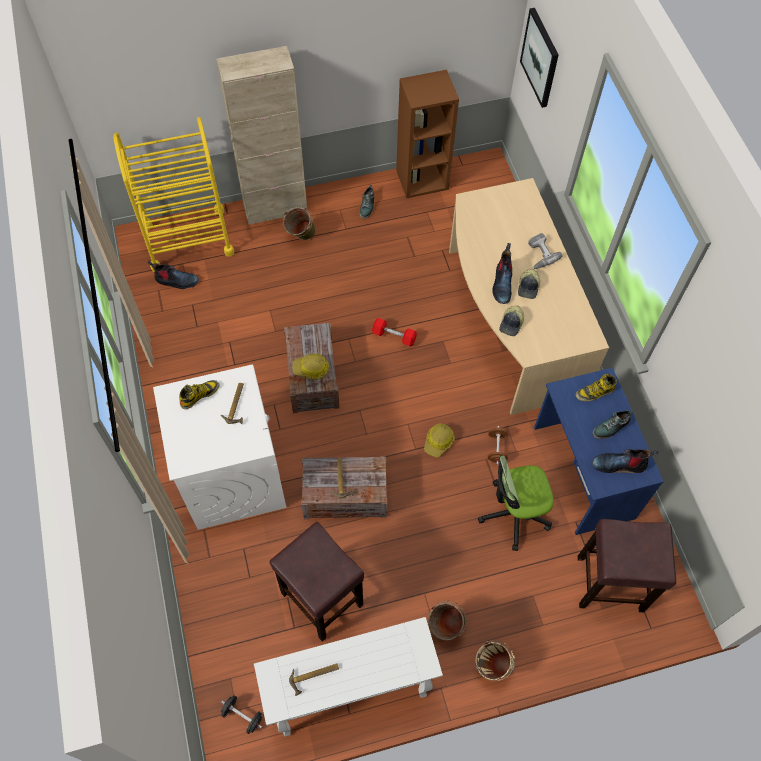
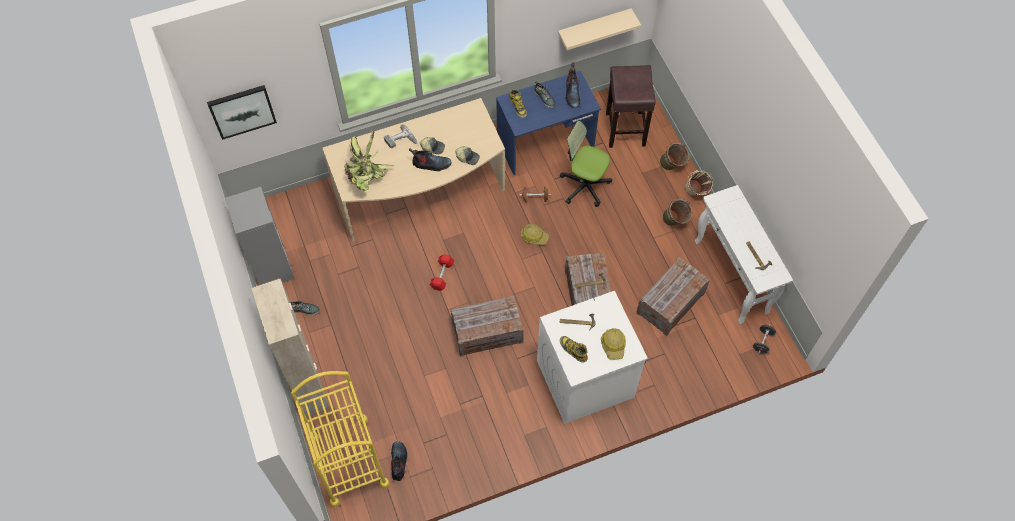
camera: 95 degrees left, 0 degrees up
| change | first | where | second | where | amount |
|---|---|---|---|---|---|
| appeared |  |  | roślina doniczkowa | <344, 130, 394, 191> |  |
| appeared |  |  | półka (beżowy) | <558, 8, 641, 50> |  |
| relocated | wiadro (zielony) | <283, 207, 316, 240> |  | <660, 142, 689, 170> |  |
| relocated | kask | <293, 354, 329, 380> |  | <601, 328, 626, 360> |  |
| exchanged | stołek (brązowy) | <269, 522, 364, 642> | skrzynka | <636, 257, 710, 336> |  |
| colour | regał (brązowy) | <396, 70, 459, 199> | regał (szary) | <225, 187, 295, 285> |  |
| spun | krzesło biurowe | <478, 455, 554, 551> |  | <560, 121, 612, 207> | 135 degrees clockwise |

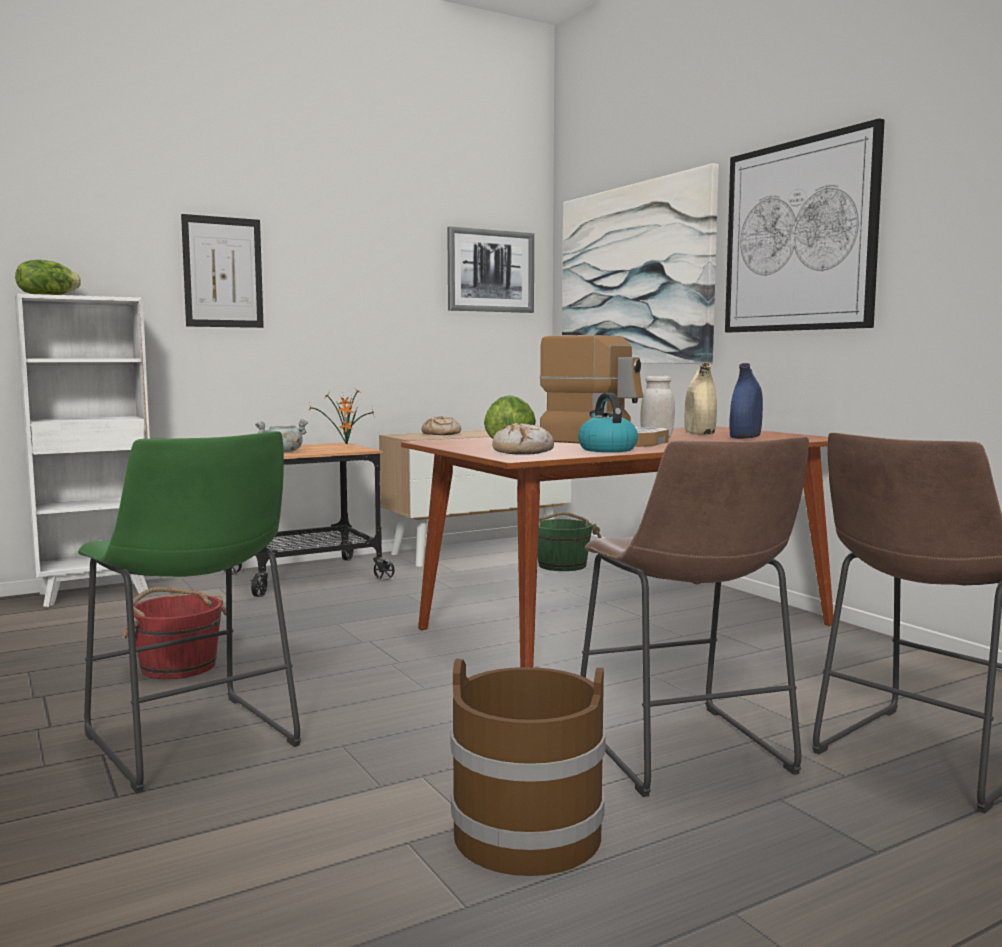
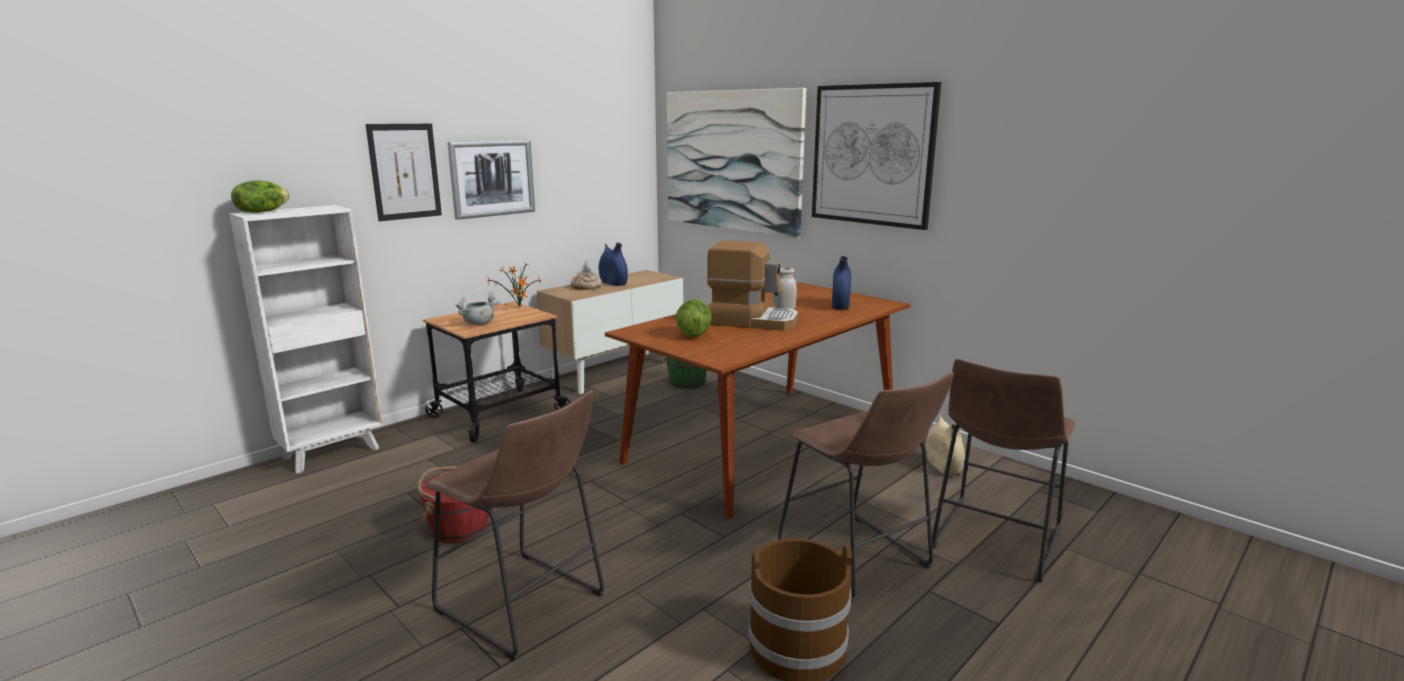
camera: 15 degrees left, 10 degrees up
| change | first | where | second | where | amount |
|---|---|---|---|---|---|
| missing | chleb | <492, 423, 554, 454> |  |  |  |
| missing | czajnik | <578, 393, 638, 452> |  |  |  |
| appeared |  |  | wazon (niebieski) | <599, 243, 628, 286> |  |
| relocated | obraz | <447, 226, 534, 313> |  | <447, 140, 535, 220> |  |
| relocated | wazon (beżowy) | <684, 363, 717, 435> |  | <926, 414, 965, 476> |  |
| colour | stołek (zielony) | <78, 431, 301, 794> | stołek (brązowy) | <426, 390, 604, 661> |  |

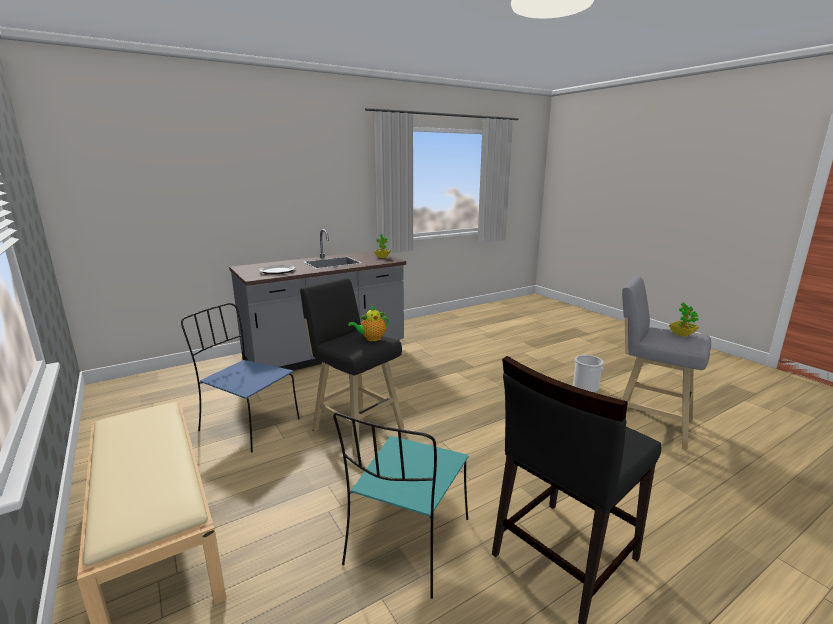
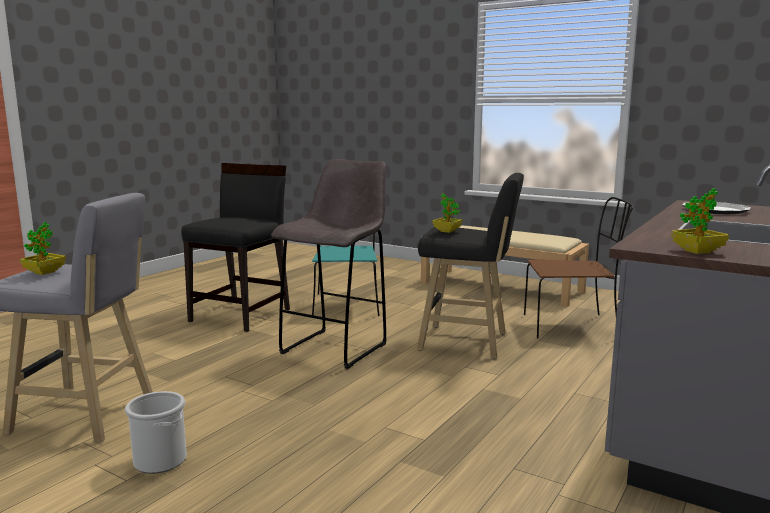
camera: 155 degrees right, 5 degrees down
| change | first | where | second | where | amount |
|---|---|---|---|---|---|
| appeared |  |  | stołek (szary) | <271, 159, 387, 369> |  |
| exchanged | imbryk | <348, 305, 389, 341> | roślina doniczkowa | <432, 193, 463, 233> |  |
| colour | krzesło (niebieski) | <181, 303, 300, 453> | krzesło (brązowy) | <524, 197, 634, 338> |  |

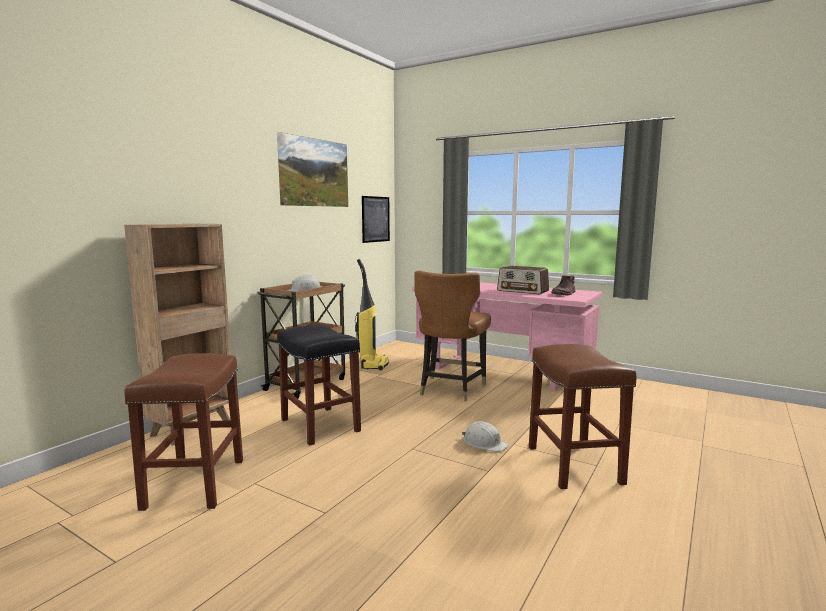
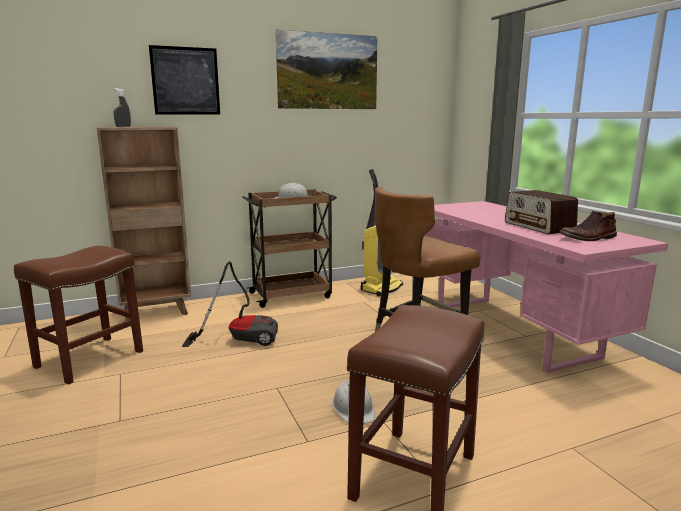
camera: 35 degrees right, 5 degrees up
| change | first | where | second | where | amount |
|---|---|---|---|---|---|
| appeared |  |  | spryskiwacz (szary) | <113, 88, 131, 127> |  |
| relocated | obraz | <362, 196, 390, 243> |  | <149, 45, 220, 115> |  |
| exchanged | stołek (czarny) | <277, 325, 361, 446> | odkurzacz | <182, 261, 278, 347> |  |

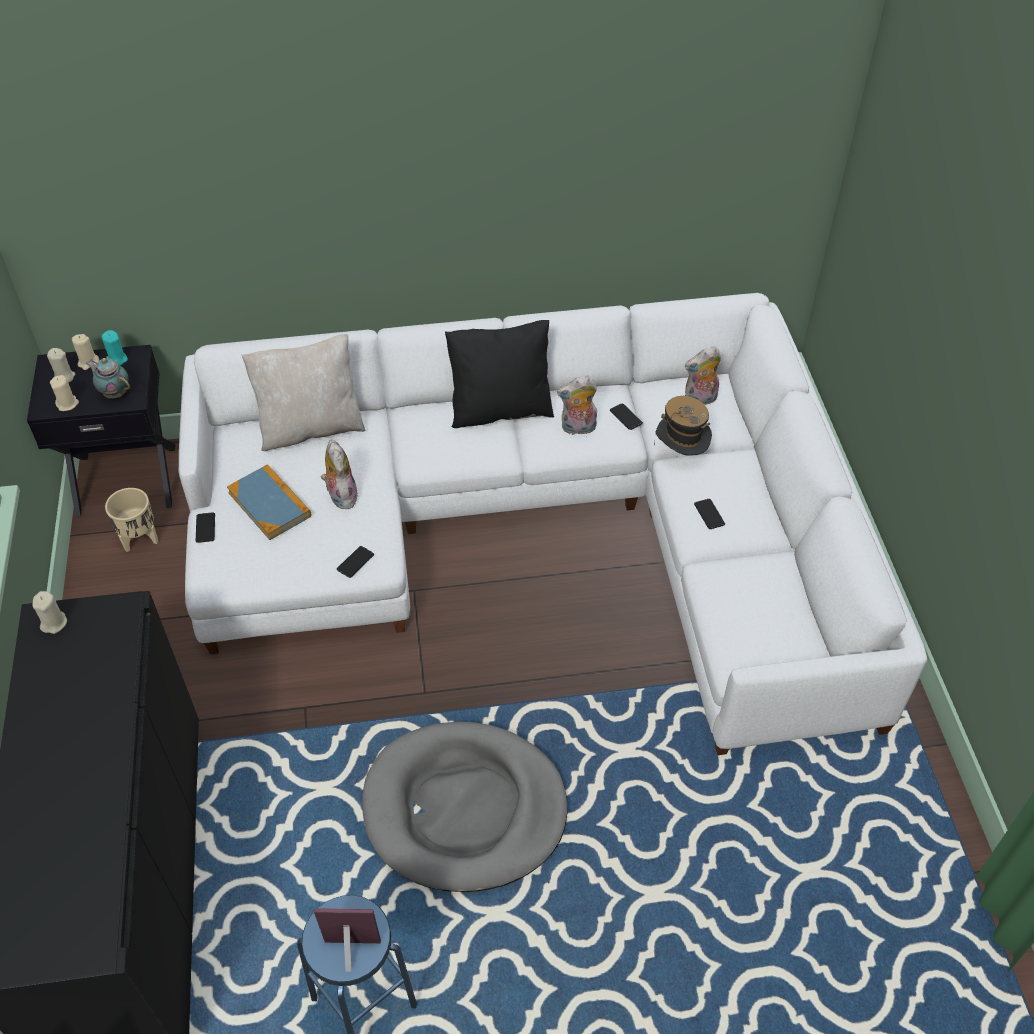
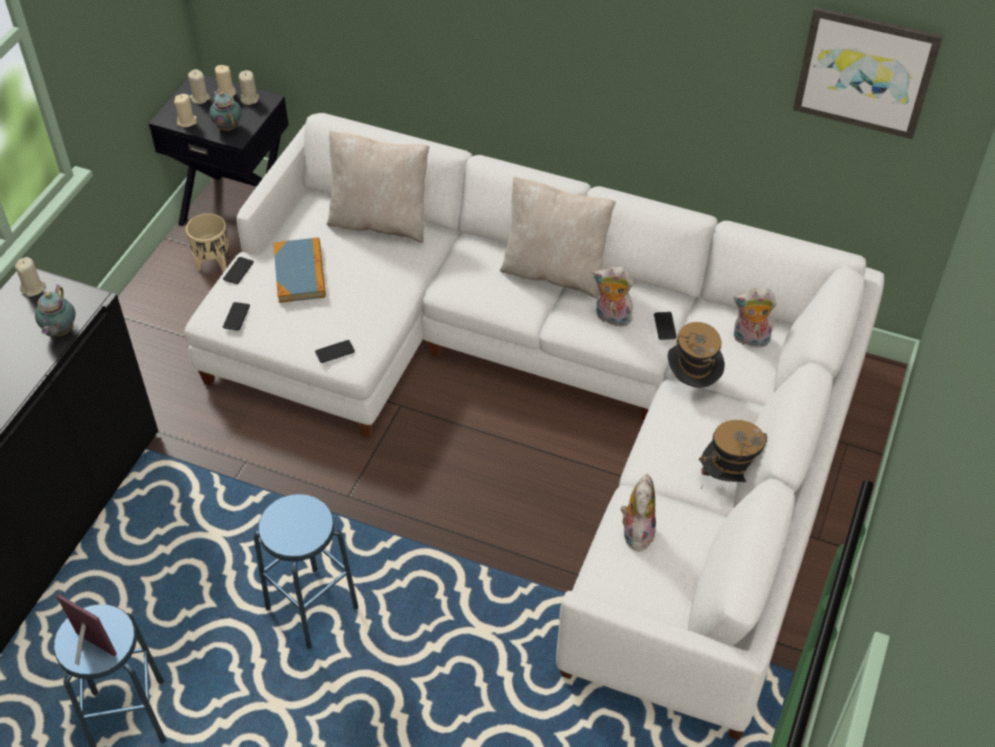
camera: 30 degrees right, 0 degrees up
| change | first | where | second | where | amount |
|---|---|---|---|---|---|
| appeared |  |  | imbryk | <35, 284, 76, 337> |  |
| appeared |  |  | kapelusz | <699, 420, 768, 490> |  |
| appeared |  |  | obraz | <793, 7, 943, 139> |  |
| relocated | pluszak | <321, 440, 358, 509> |  | <621, 474, 656, 552> |  |
| relocated | telefon | <694, 499, 725, 529> |  | <223, 302, 250, 330> |  |
| exchanged | legowisko (szary) | <362, 721, 567, 892> | stołek (niebieski) | <254, 494, 358, 649> |  |
| colour | świeca (turkusowy) | <101, 330, 128, 366> | świeca (beżowy) | <239, 70, 259, 105> |  |
| colour | poduszka (czarny) | <445, 320, 554, 428> | poduszka (beżowy) | <500, 176, 616, 298> |  |

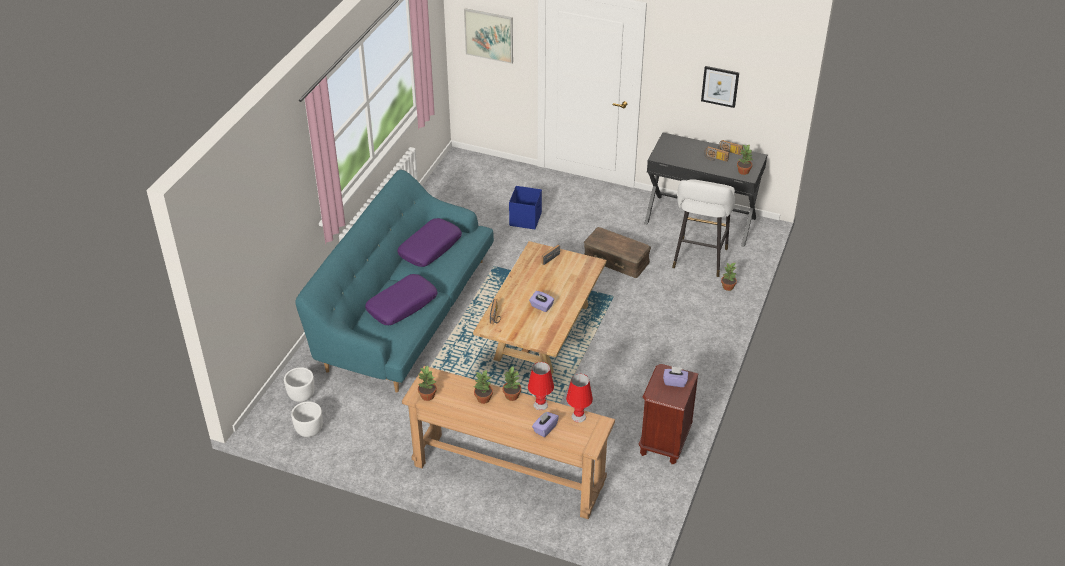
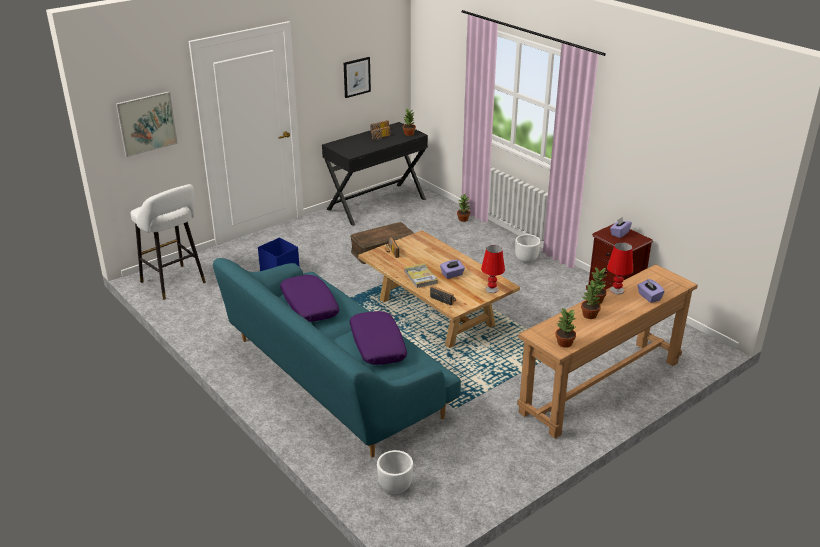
camera: 60 degrees left, 10 degrees down
| change | first | where | second | where | amount |
|---|---|---|---|---|---|
| appeared |  |  | książka | <404, 263, 438, 288> |  |
| relocated | donica (biały) | <291, 402, 323, 437> |  | <515, 234, 541, 264> |  |
| relocated | lampa stołowa (czerwony) | <566, 374, 593, 423> |  | <481, 245, 505, 293> |  |
| relocated | stołek (biały) | <672, 179, 735, 277> |  | <131, 184, 206, 300> |  |

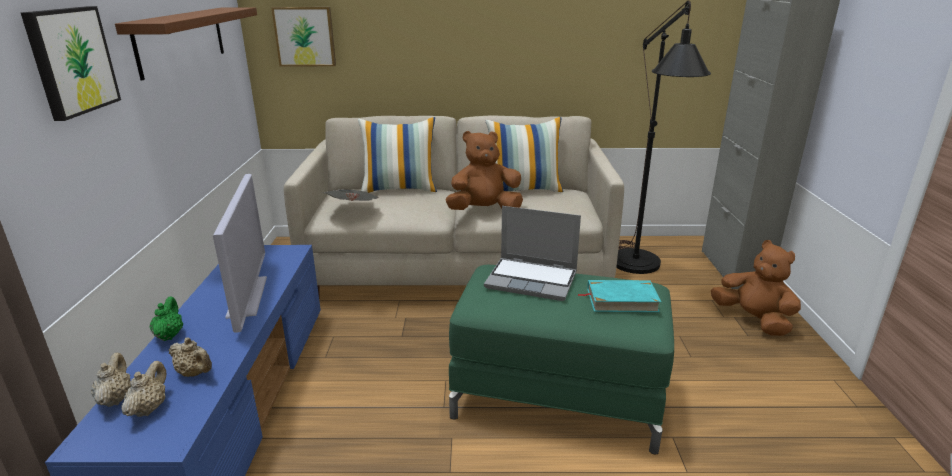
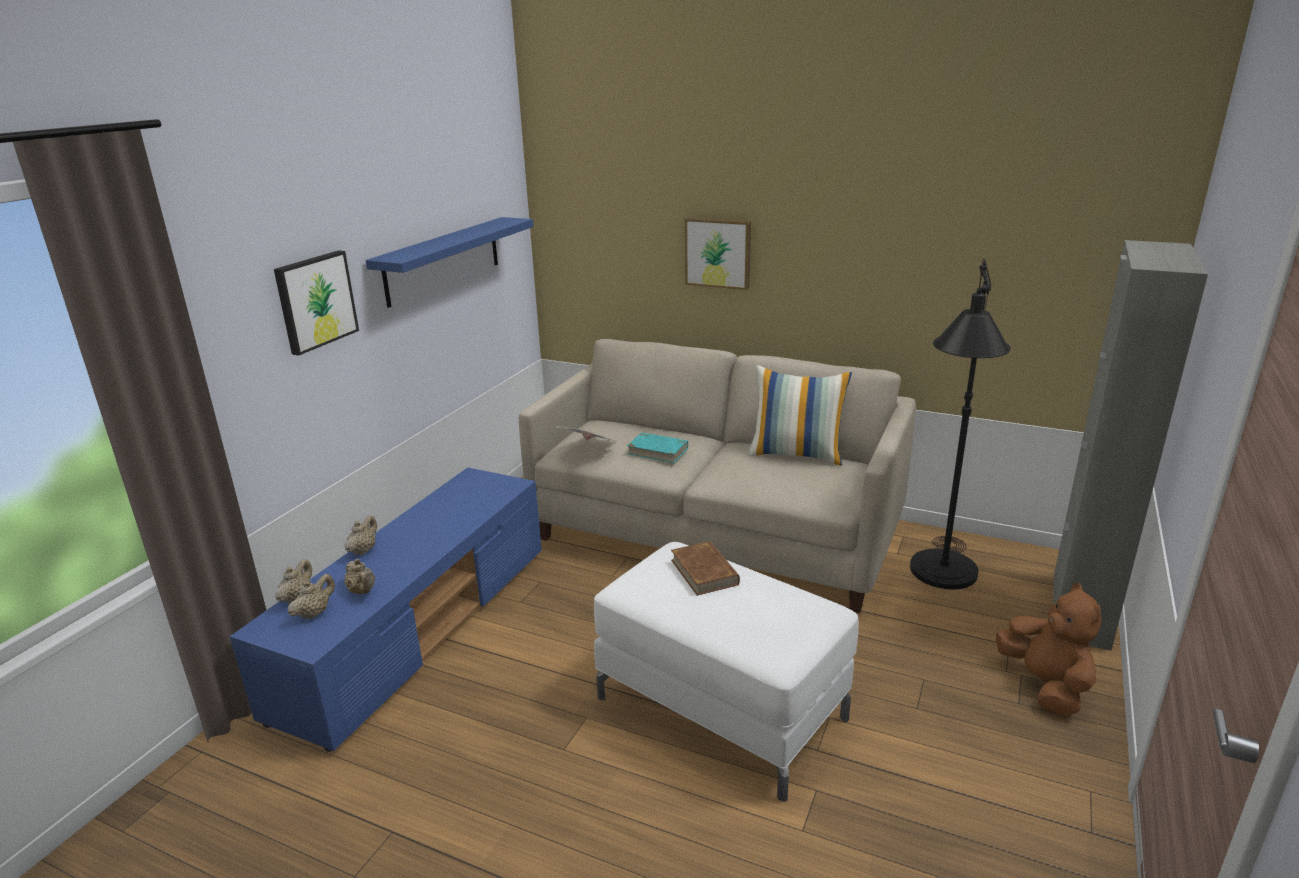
camera: 25 degrees right, 0 degrees up
| change | first | where | second | where | amount |
|---|---|---|---|---|---|
| missing | telewizor | <213, 174, 267, 333> |  |  |  |
| missing | poduszka | <358, 117, 437, 193> |  |  |  |
| missing | pluszak (brązowy) | <445, 131, 523, 210> |  |  |  |
| relocated | obraz | <271, 7, 336, 66> |  | <685, 218, 751, 290> |  |
| relocated | książka (turkusowy) | <577, 280, 661, 312> |  | <627, 432, 688, 463> |  |
| exchanged | laptop | <484, 206, 581, 301> | książka (brązowy) | <671, 541, 740, 596> |  |
| colour | półka (brązowy) | <115, 7, 257, 80> | półka (niebieski) | <366, 217, 534, 308> |  |
| colour | imbryk (zielony) | <150, 297, 183, 341> | imbryk (beżowy) | <345, 515, 377, 556> |  |
| colour | pufa (zielony) | <449, 265, 674, 454> | pufa (biały) | <594, 542, 859, 802> |  |

